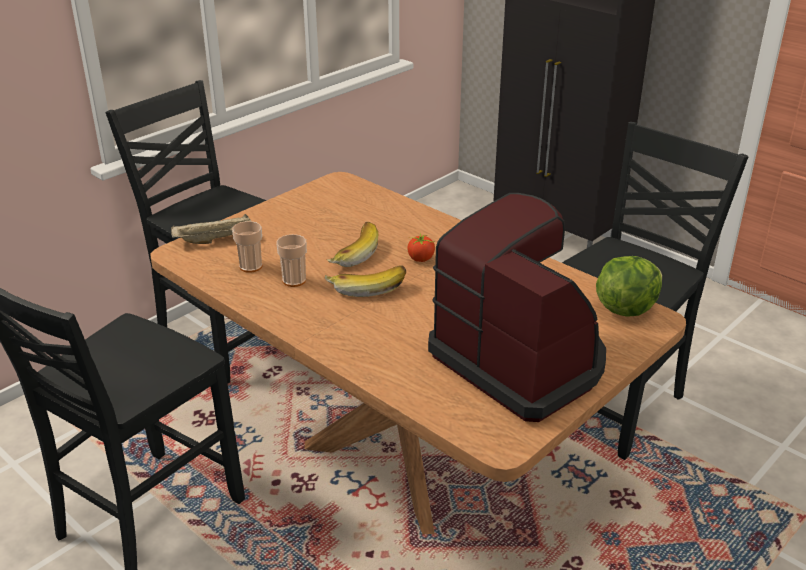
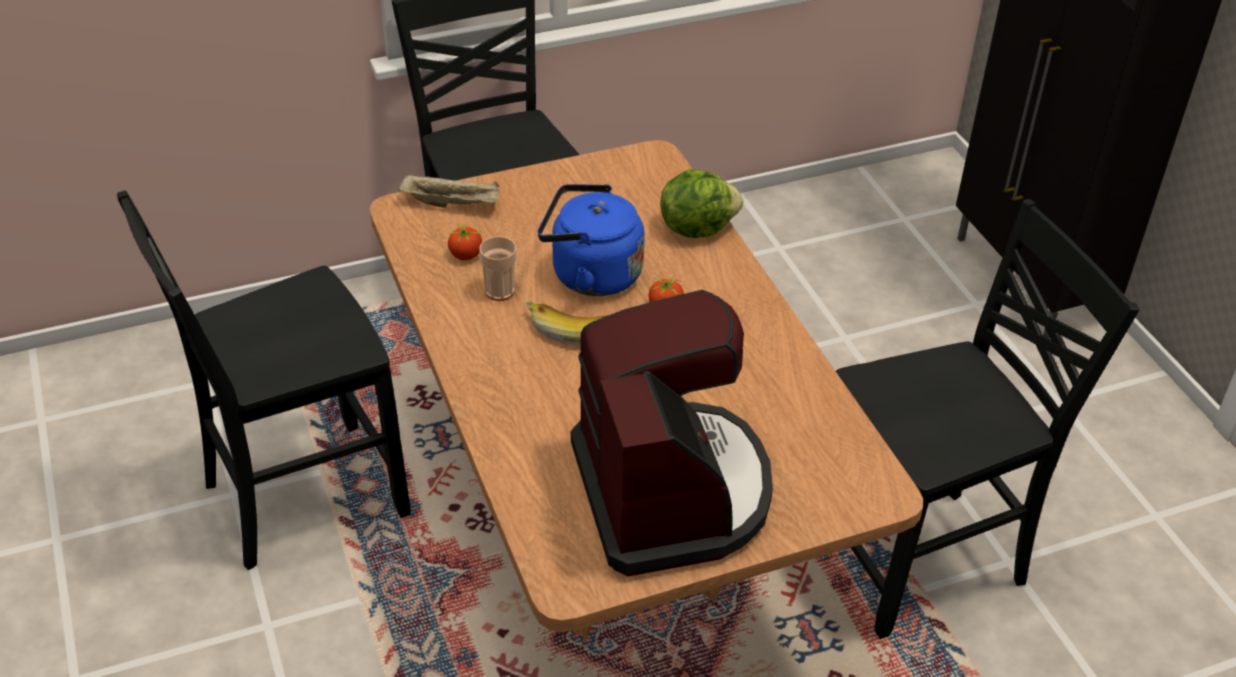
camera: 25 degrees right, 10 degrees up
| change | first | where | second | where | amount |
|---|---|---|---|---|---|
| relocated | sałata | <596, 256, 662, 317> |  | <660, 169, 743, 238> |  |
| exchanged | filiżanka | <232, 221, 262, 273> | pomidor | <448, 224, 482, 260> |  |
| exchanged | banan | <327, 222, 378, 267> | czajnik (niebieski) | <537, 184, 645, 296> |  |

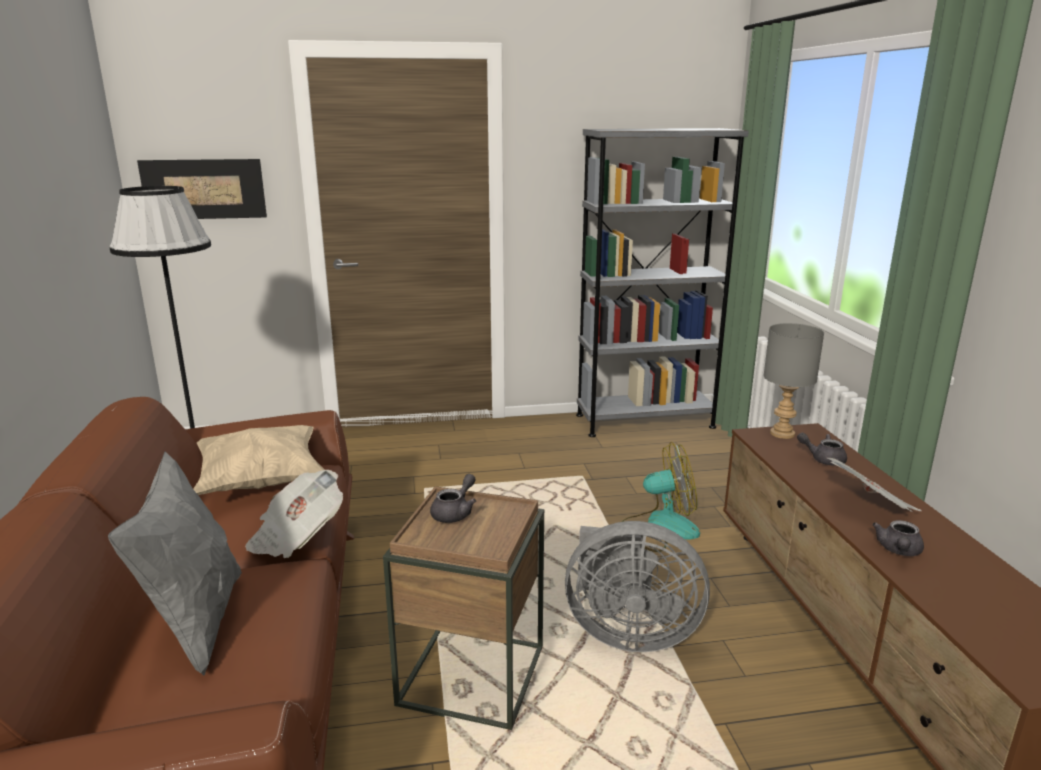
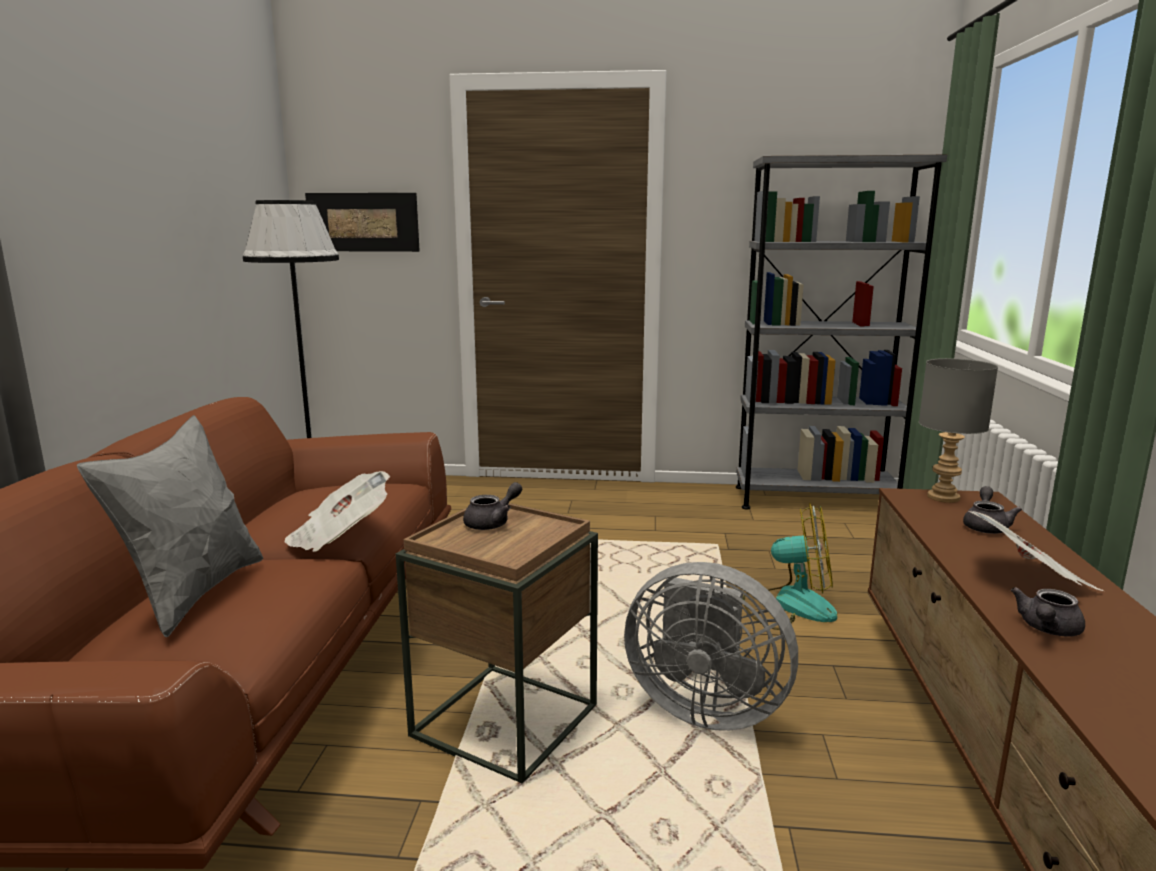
camera: 15 degrees right, 5 degrees down
| change | first | where | second | where | amount |
|---|---|---|---|---|---|
| missing | poduszka (beżowy) | <193, 425, 324, 495> |  |  |  |
| spun | imbryk (szary) | <797, 433, 847, 466> |  | <963, 486, 1022, 534> | 75 degrees clockwise |

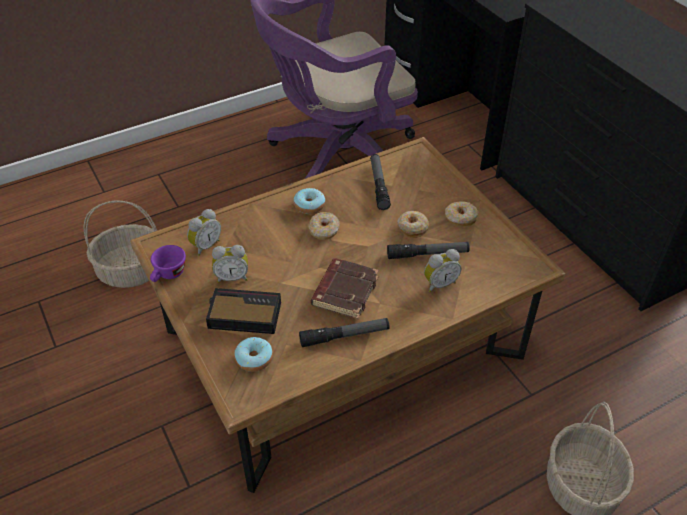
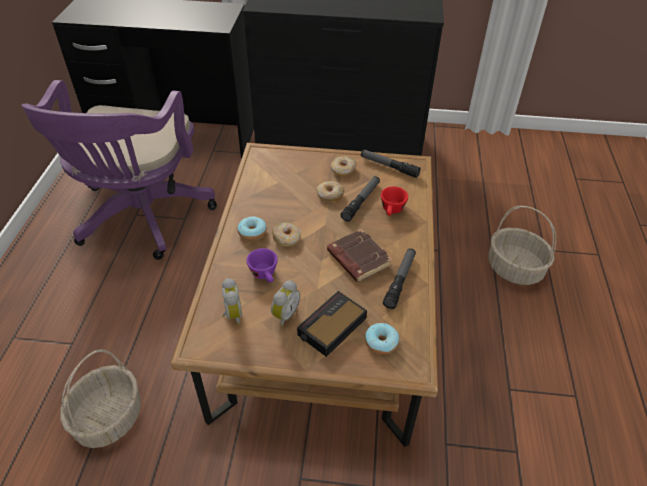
camera: 55 degrees left, 0 degrees up
| change | first | where | second | where | amount |
|---|---|---|---|---|---|
| relocated | filiżanka (fioletowy) | <150, 245, 186, 282> |  | <246, 248, 278, 282> |  |
| relocated | latarka | <370, 154, 391, 210> |  | <361, 149, 420, 178> |  |
| exchanged | budzik | <424, 249, 461, 292> | filiżanka (czerwony) | <381, 186, 408, 216> |  |

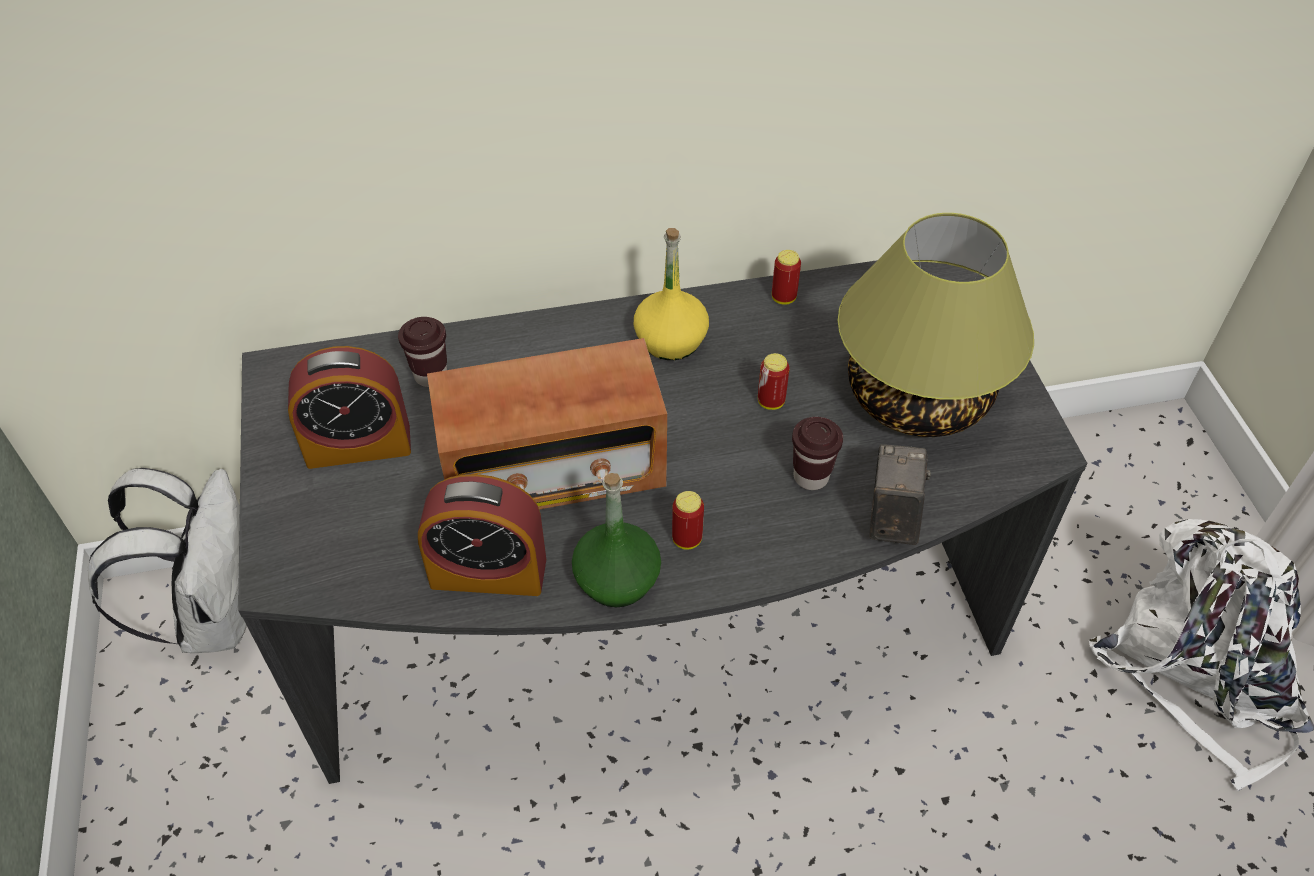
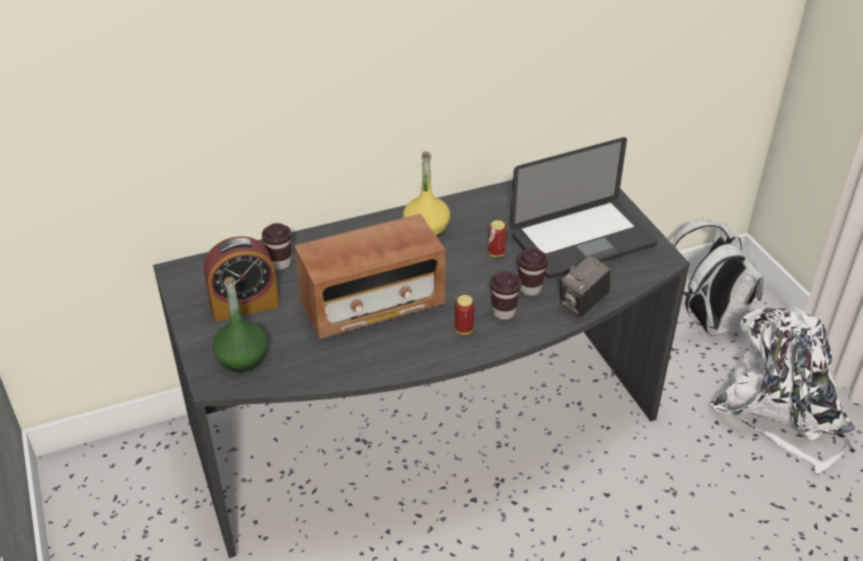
camera: 10 degrees left, 10 degrees down
| change | first | where | second | where | amount |
|---|---|---|---|---|---|
| missing | budzik | <418, 474, 546, 596> |  |  |  |
| missing | puszka | <772, 250, 801, 305> |  |  |  |
| appeared |  |  | filiżanka (brązowy) | <490, 271, 522, 320> |  |
| relocated | plecak (biały) | <88, 468, 247, 653> |  | <672, 220, 764, 336> |  |
| relocated | butelka (zielony) | <572, 473, 661, 607> |  | <212, 277, 268, 372> |  |
| exchanged | lampa stołowa | <838, 213, 1034, 437> | laptop | <510, 137, 658, 278> |  |
| spun | aparat fotograficzny | <869, 444, 931, 545> |  | <560, 255, 611, 317> | 135 degrees counterclockwise |

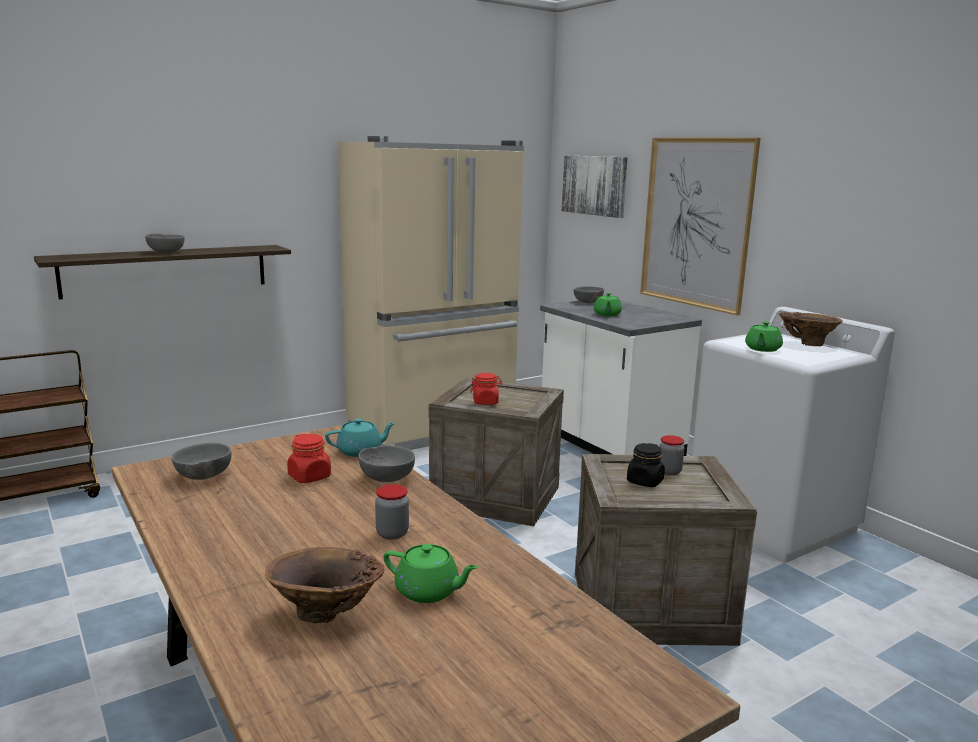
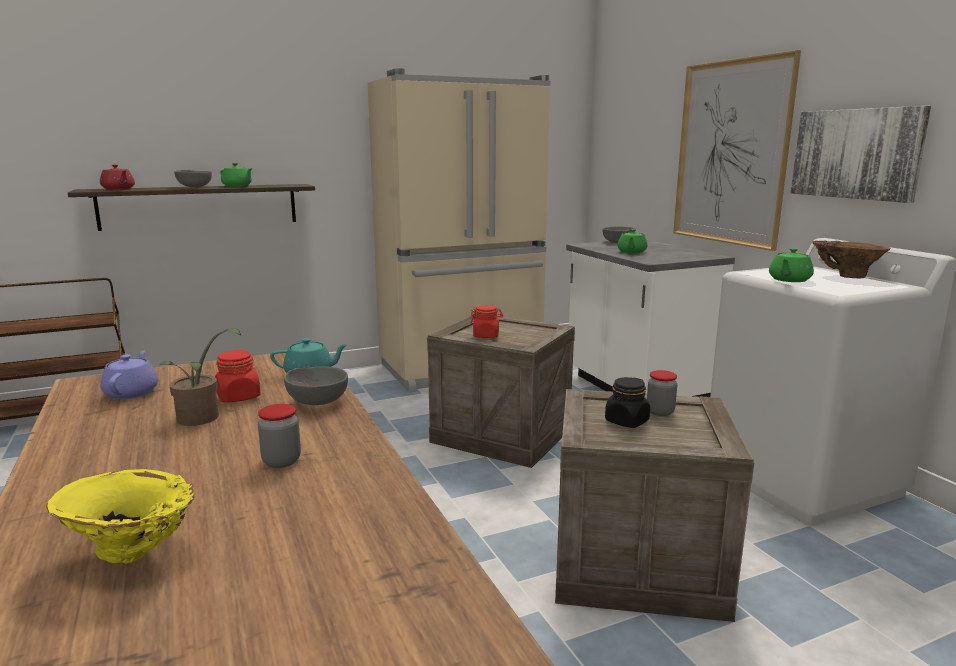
camera: 10 degrees right, 0 degrees up
| change | first | where | second | where | amount |
|---|---|---|---|---|---|
| appeared |  |  | imbryk (czerwony) | <100, 164, 135, 190> |  |
| appeared |  |  | roślina doniczkowa | <159, 328, 241, 426> |  |
| relocated | imbryk (zielony) | <384, 544, 478, 603> |  | <221, 163, 253, 187> |  |
| relocated | obraz | <562, 155, 627, 218> |  | <791, 106, 931, 203> |  |
| exchanged | miska (szary) | <172, 443, 231, 480> | imbryk (fioletowy) | <100, 350, 158, 399> |  |
| colour | wazon (brązowy) | <265, 547, 384, 623> | wazon (żółty) | <46, 469, 194, 564> |  |

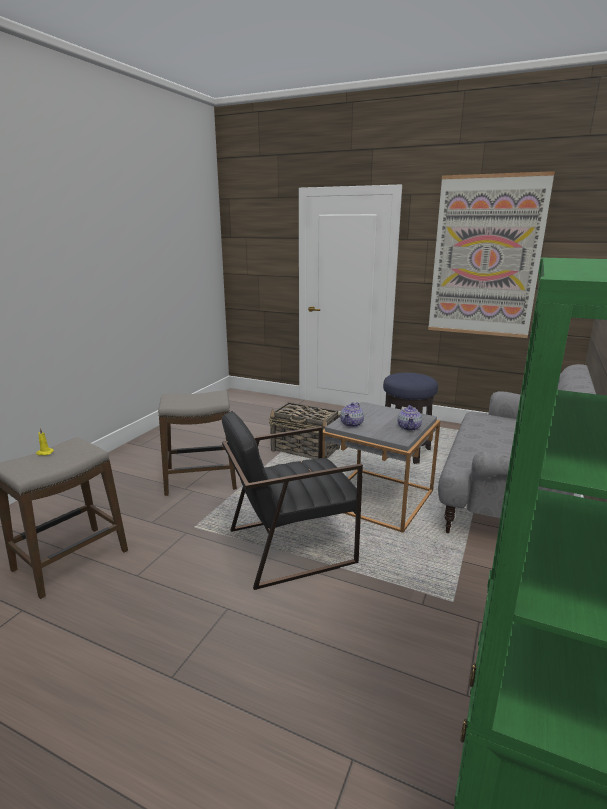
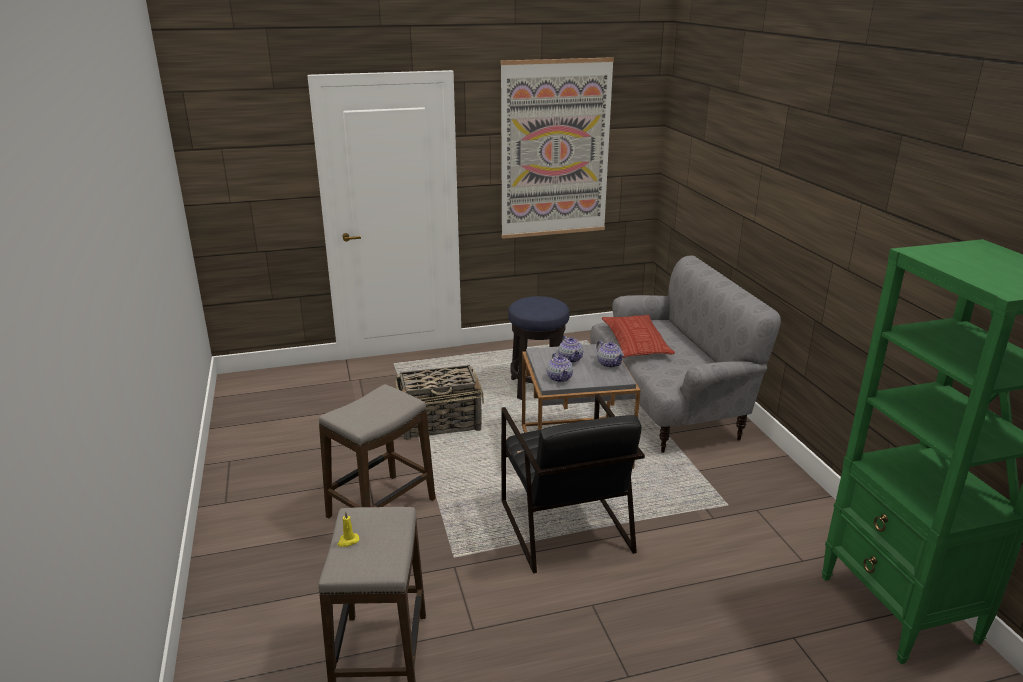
camera: 40 degrees left, 5 degrees up
| change | first | where | second | where | amount |
|---|---|---|---|---|---|
| appeared |  |  | imbryk | <558, 335, 583, 363> |  |
| appeared |  |  | poduszka | <602, 315, 675, 358> |  |
| spun | fotel (czarny) | <222, 411, 363, 590> |  | <501, 394, 645, 573> | 45 degrees counterclockwise |

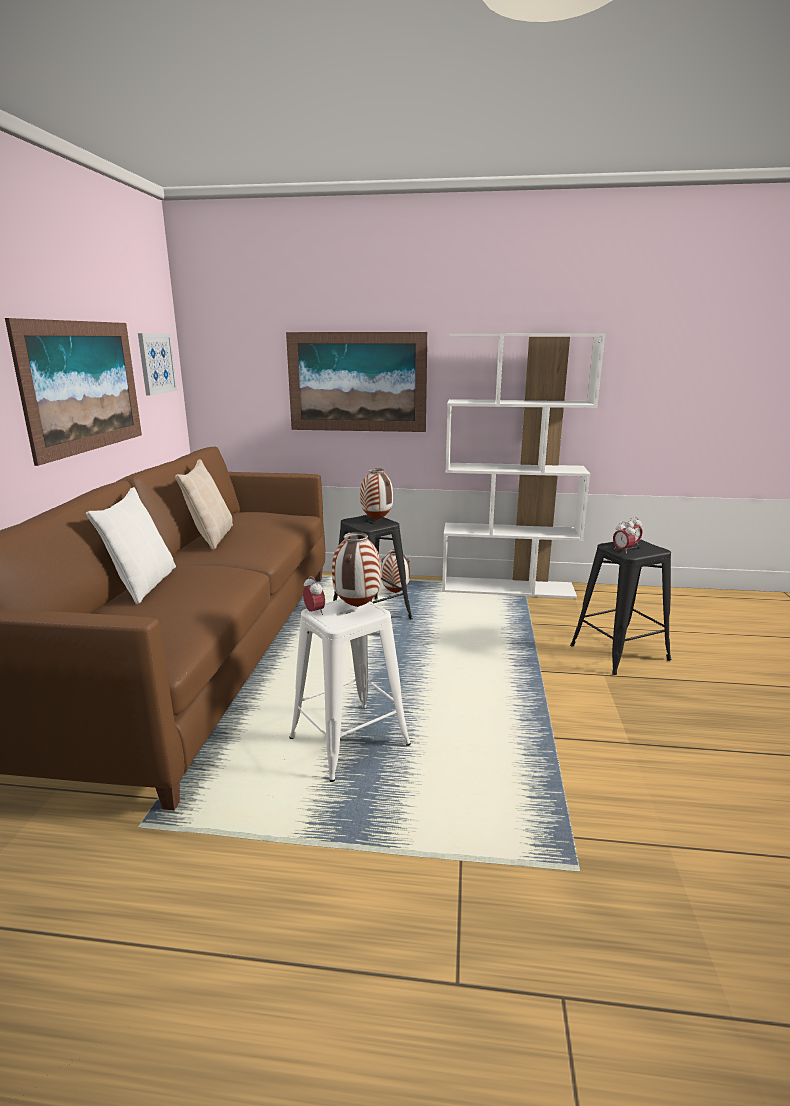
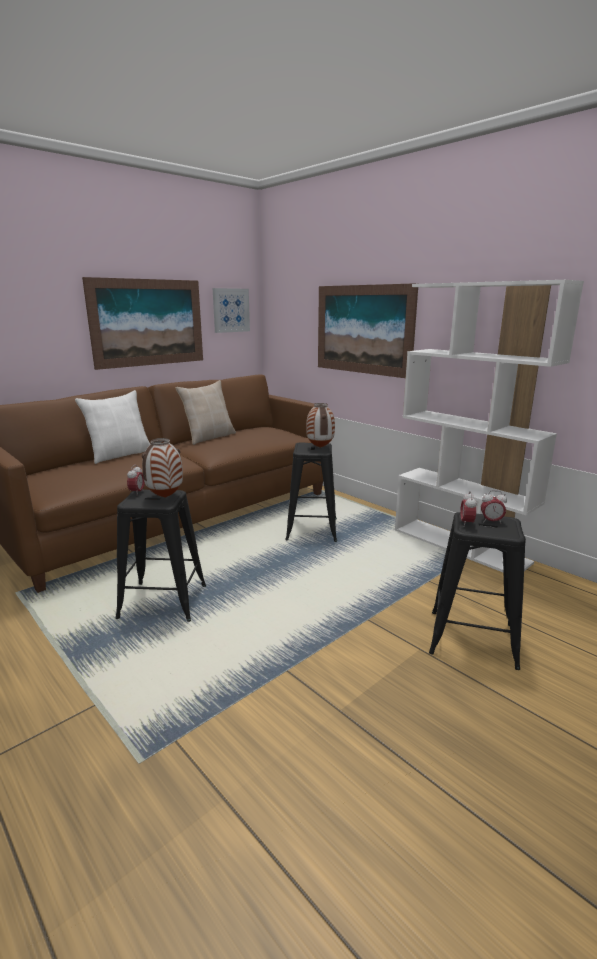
camera: 40 degrees right, 0 degrees up
| change | first | where | second | where | amount |
|---|---|---|---|---|---|
| missing | wazon | <381, 549, 410, 593> |  |  |  |
| colour | stołek (biały) | <289, 599, 411, 782> | stołek (czarny) | <115, 489, 206, 622> |  |

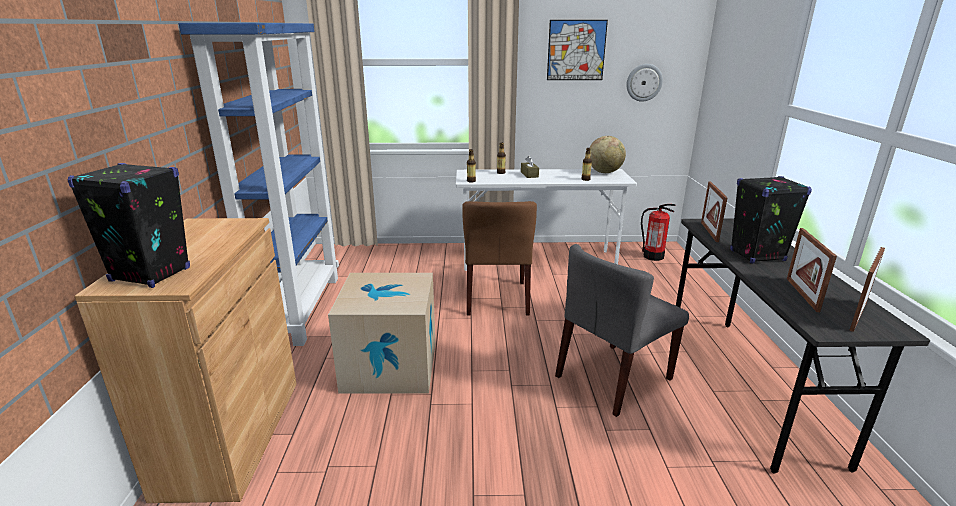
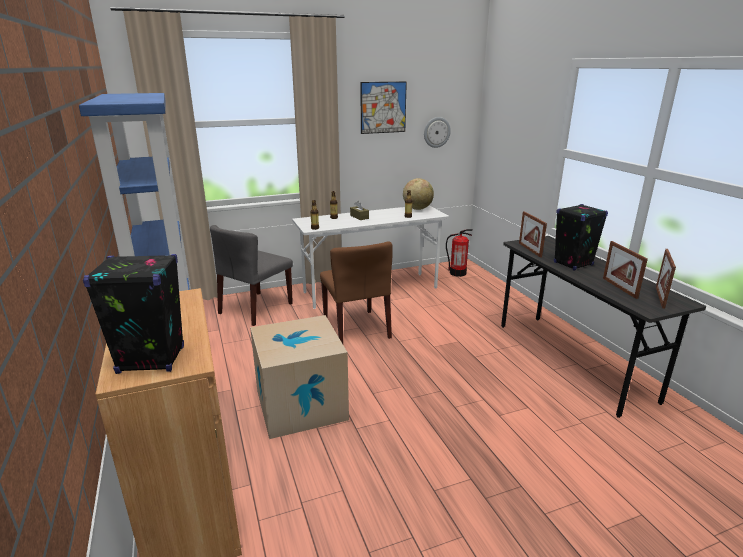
camera: 20 degrees left, 0 degrees up
| change | first | where | second | where | amount |
|---|---|---|---|---|---|
| relocated | krzesło (szary) | <555, 244, 689, 417> |  | <210, 225, 293, 326> |  |

